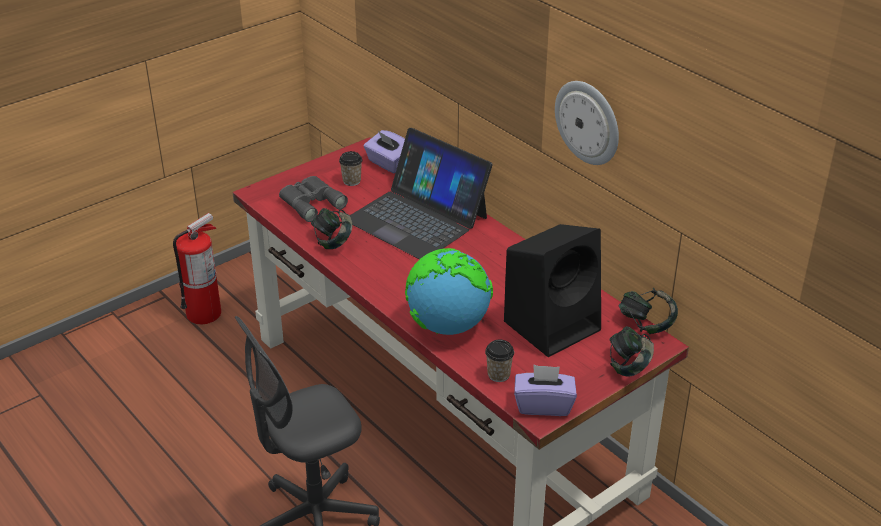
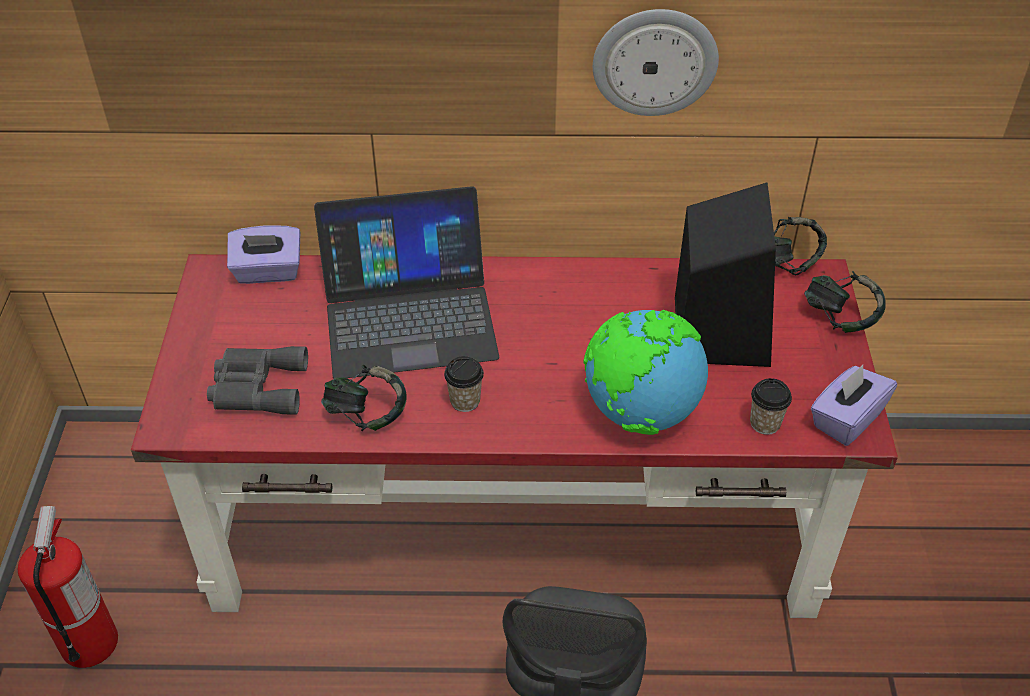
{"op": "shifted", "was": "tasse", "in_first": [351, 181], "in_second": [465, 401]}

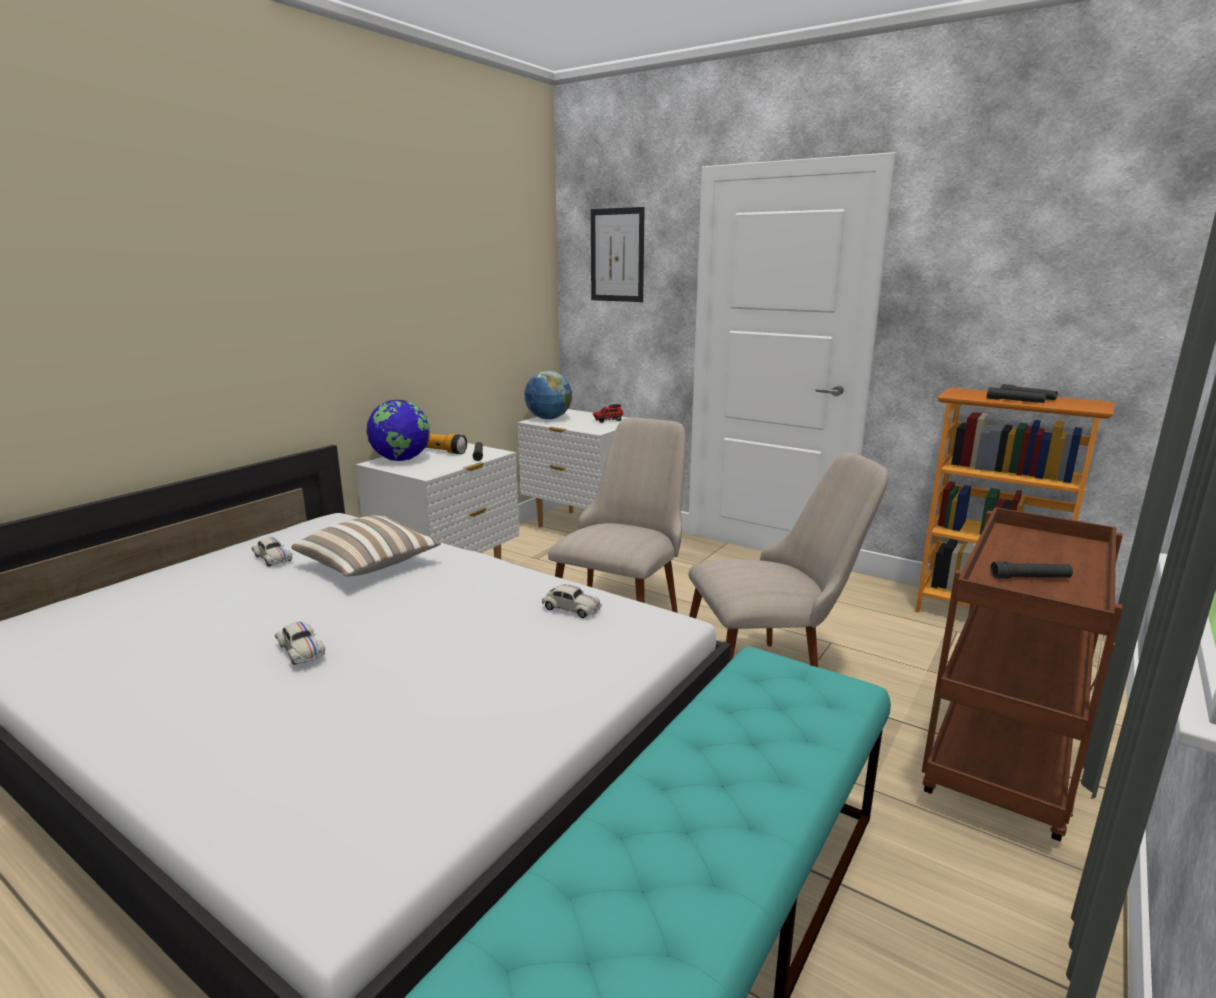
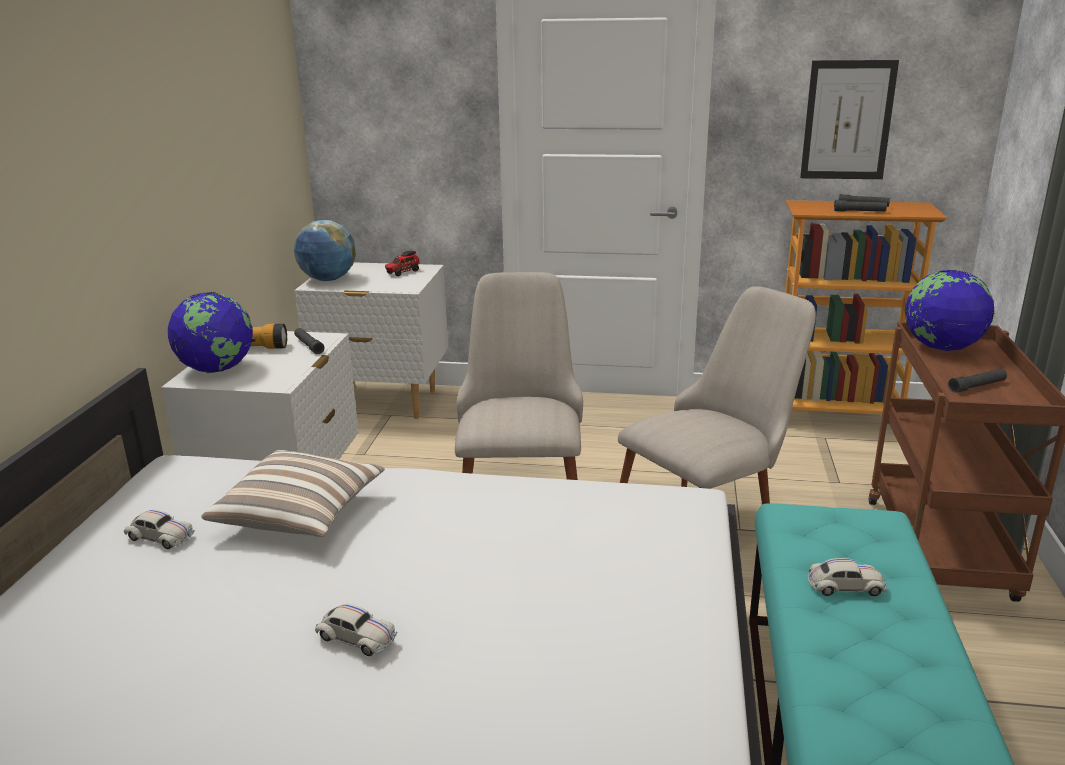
{"op": "shifted", "was": "tableau", "in_first": [617, 255], "in_second": [847, 120]}
{"op": "shifted", "was": "petite voiture/blanc", "in_first": [571, 608], "in_second": [845, 586]}
{"op": "new", "now": "globe", "in_second": [941, 348]}

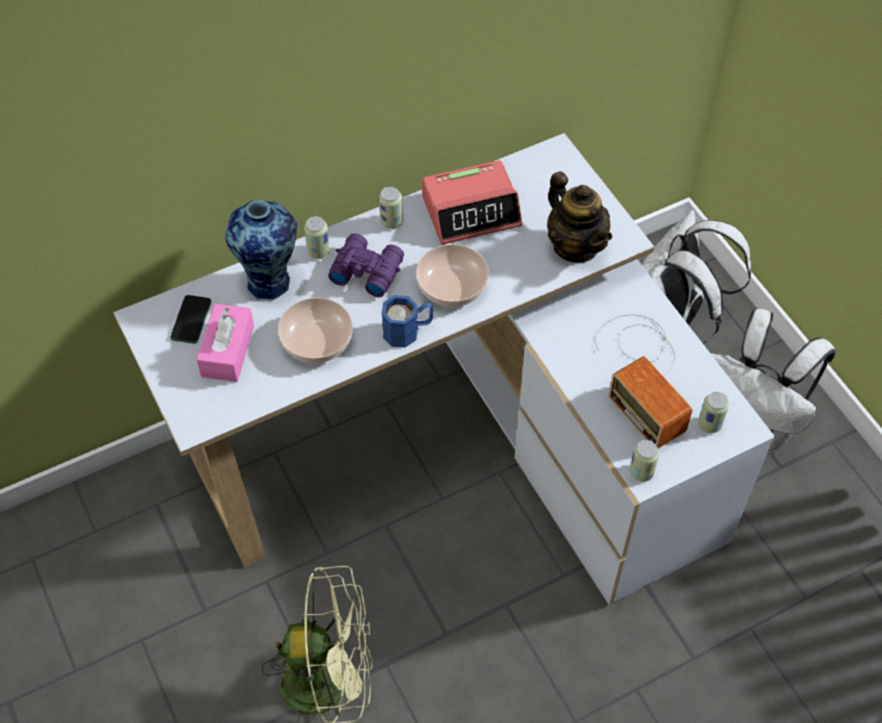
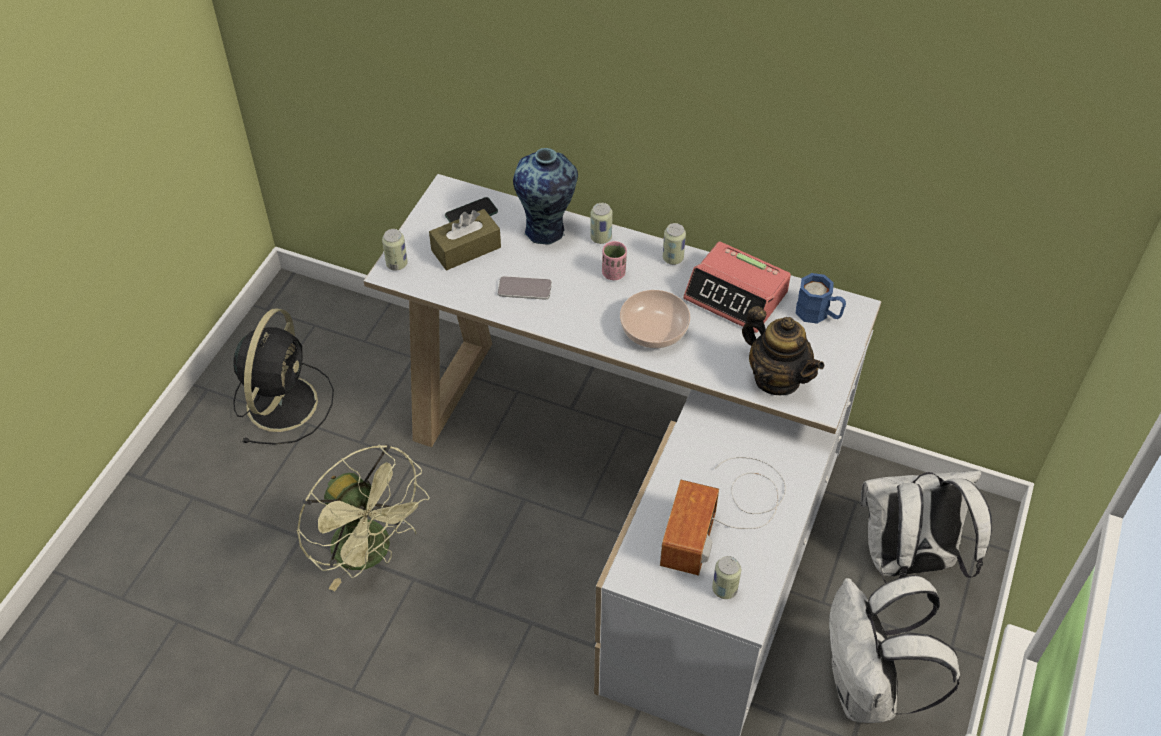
{"op": "new", "now": "ventilateur/noir", "in_second": [283, 401]}
{"op": "shifted", "was": "boîte métallique", "in_first": [641, 472], "in_second": [397, 264]}
{"op": "repainted", "was": "boîte à mouchoirs/rose", "now": "boîte à mouchoirs/marron", "in_first": [228, 351], "in_second": [466, 249]}
{"op": "swapped", "was": "bol", "now": "téléphone", "in_first": [318, 340], "in_second": [524, 289]}
{"op": "swapped", "was": "jumelles/violet", "now": "tasse/rose", "in_first": [366, 270], "in_second": [613, 273]}
{"op": "rotated", "was": "théière", "in_first": [575, 246], "in_second": [777, 378], "clockwise": -60}
{"op": "shifted", "was": "mug/bleu", "in_first": [408, 331], "in_second": [818, 314]}

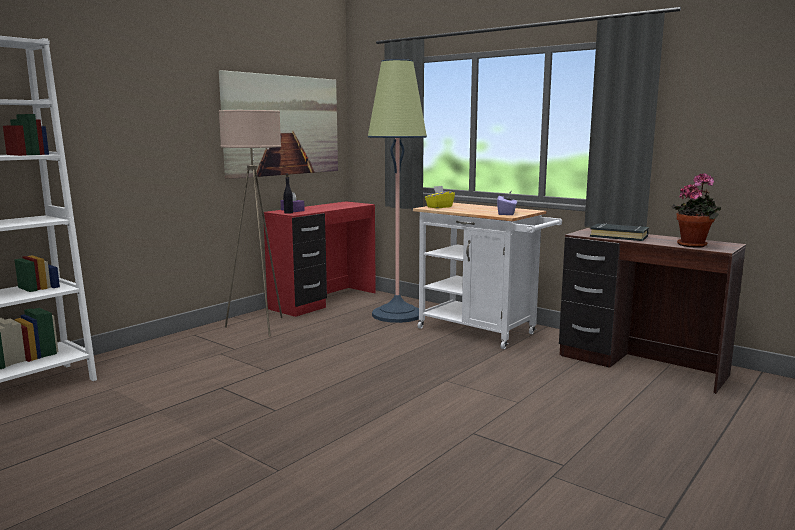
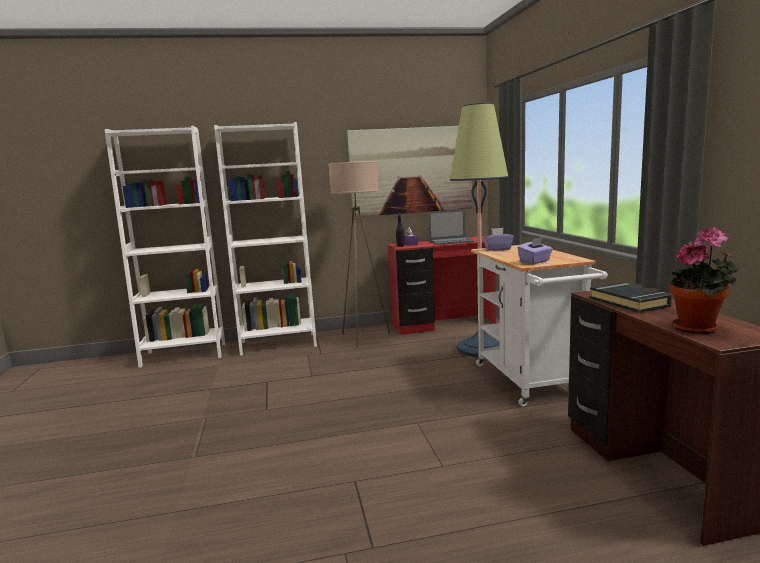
{"op": "new", "now": "bibliothèque/blanc", "in_second": [278, 343]}
{"op": "new", "now": "ordinateur portable", "in_second": [451, 241]}
{"op": "repainted", "was": "boîte à mouchoirs/jaune", "now": "boîte à mouchoirs/violet", "in_first": [439, 207], "in_second": [497, 249]}

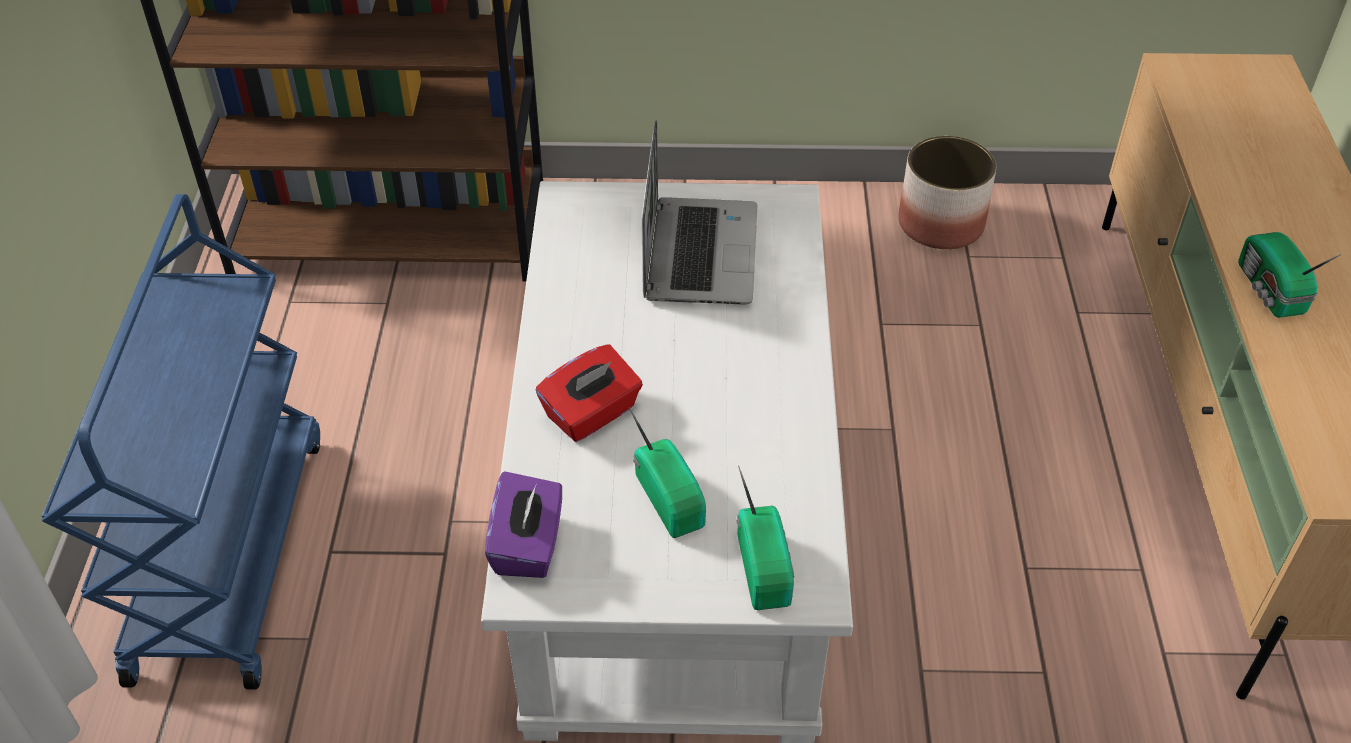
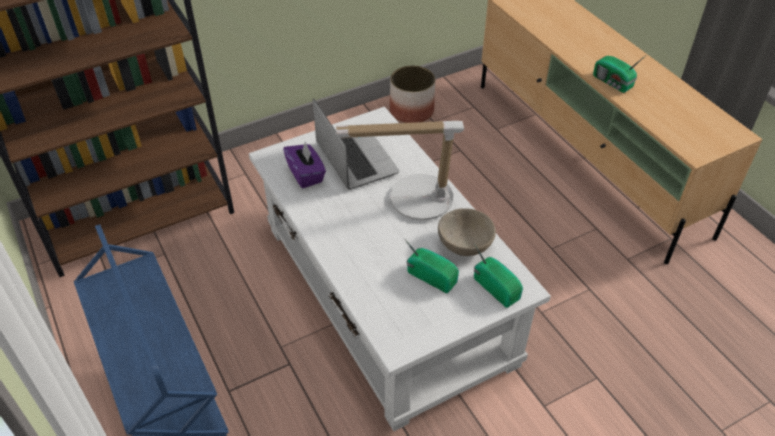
{"op": "shifted", "was": "boîte à mouchoirs/violet", "in_first": [528, 545], "in_second": [306, 174]}
{"op": "new", "now": "lampe de table", "in_second": [412, 199]}
{"op": "new", "now": "bol/beige", "in_second": [465, 244]}
{"op": "gone", "was": "boîte à mouchoirs/rouge", "in_first": [591, 414]}

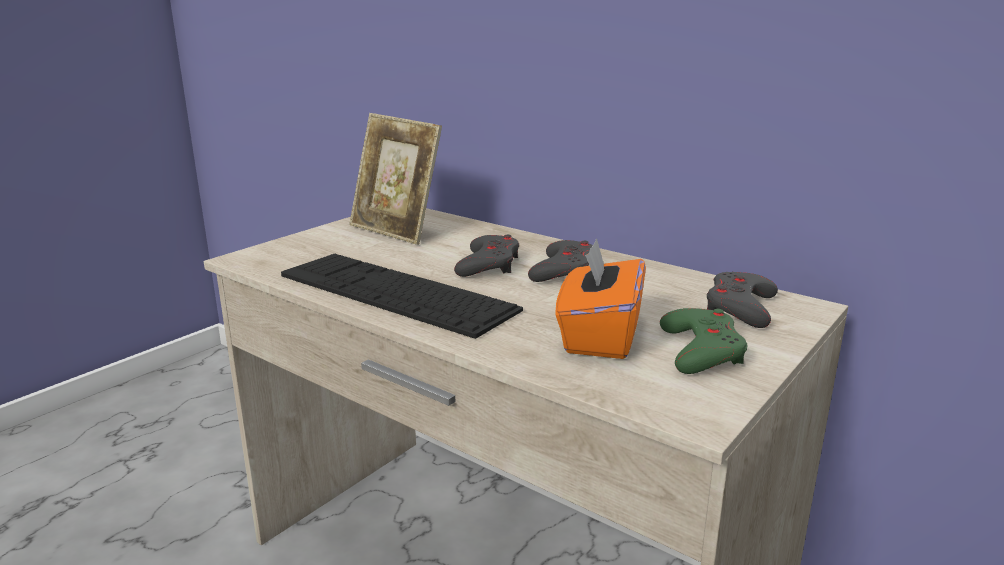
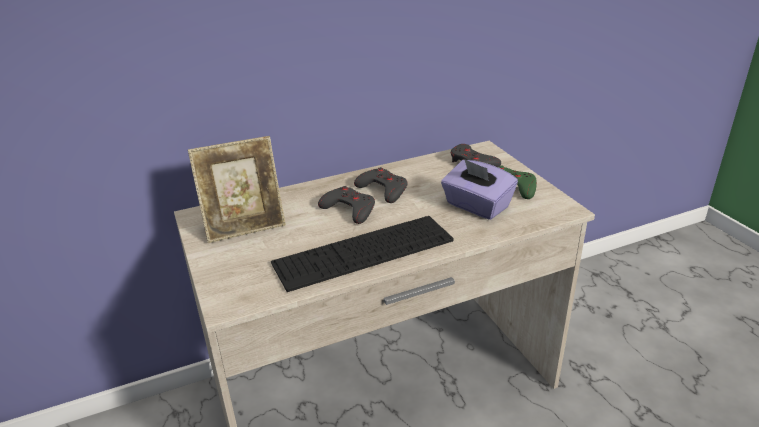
{"op": "repainted", "was": "boîte à mouchoirs/orange", "now": "boîte à mouchoirs/violet", "in_first": [599, 336], "in_second": [476, 206]}

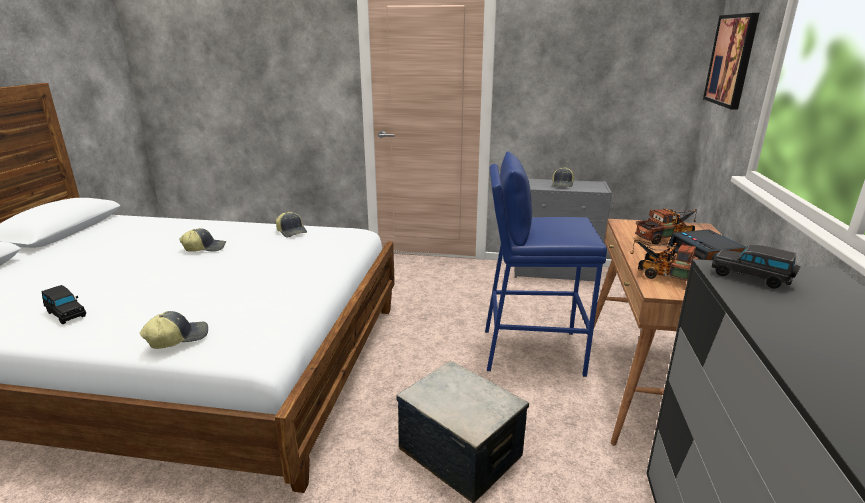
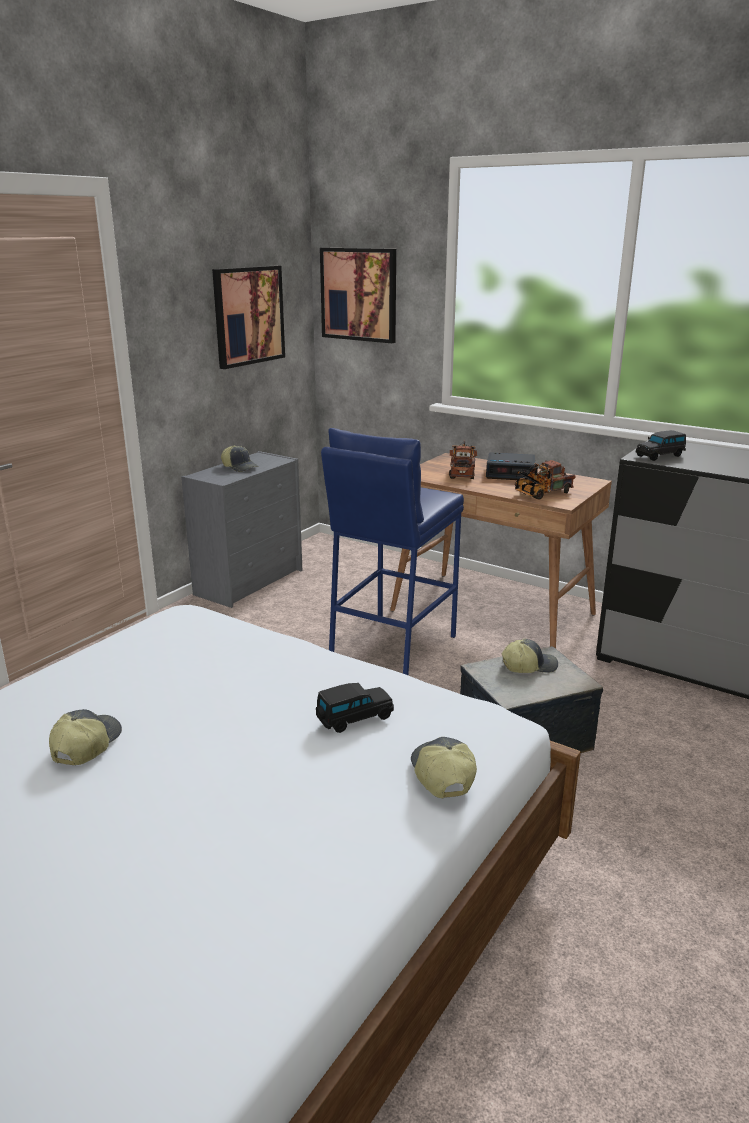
{"op": "new", "now": "tableau", "in_second": [248, 315]}
{"op": "shifted", "was": "petite voiture/noir", "in_first": [66, 314], "in_second": [353, 718]}
{"op": "shifted", "was": "casquette", "in_first": [292, 232], "in_second": [529, 666]}

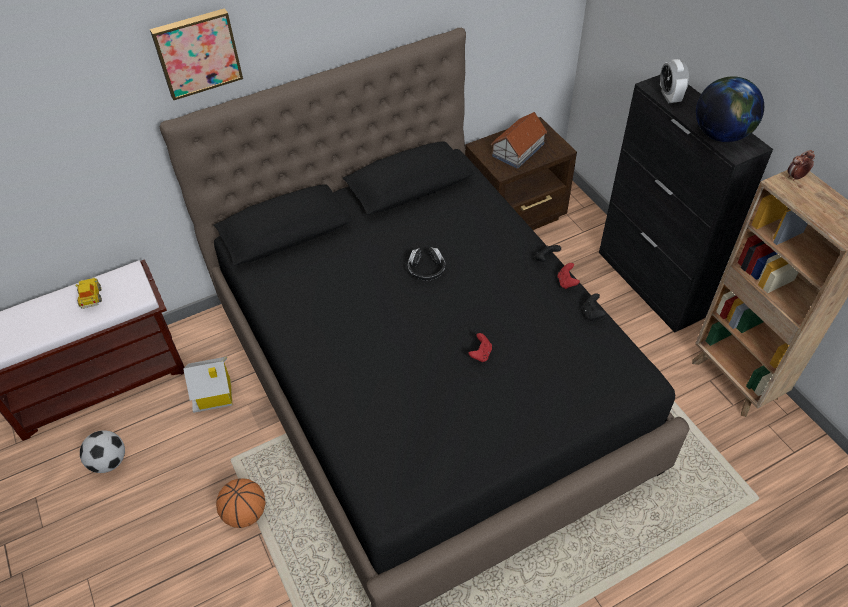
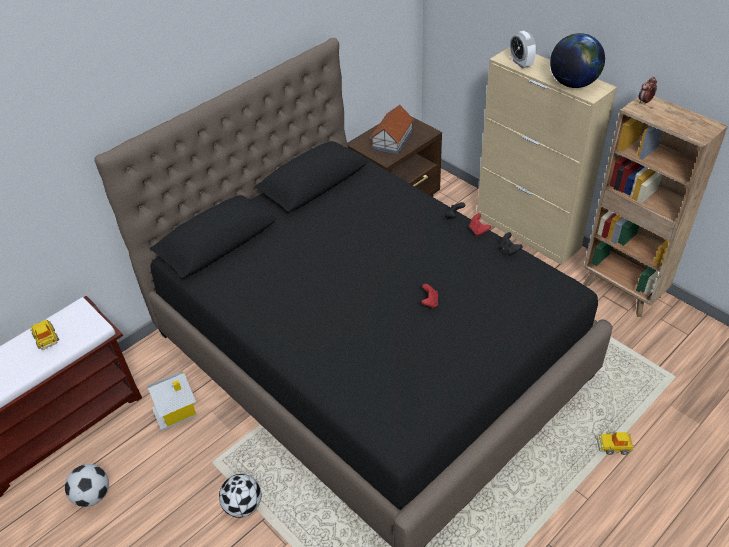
{"op": "swapped", "was": "ballon de basket", "now": "ballon de foot", "in_first": [245, 513], "in_second": [243, 505]}
{"op": "repainted", "was": "meuble de rangement/noir", "now": "meuble de rangement/beige", "in_first": [650, 284], "in_second": [527, 232]}
{"op": "new", "now": "petite voiture", "in_second": [614, 446]}
{"op": "gone", "was": "tableau", "in_first": [197, 53]}
{"op": "gone", "was": "casque audio", "in_first": [426, 270]}

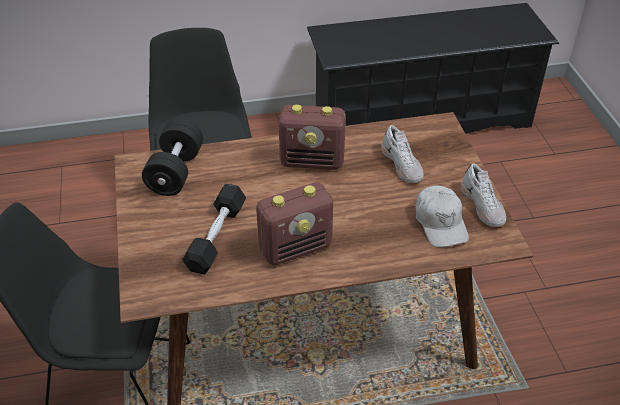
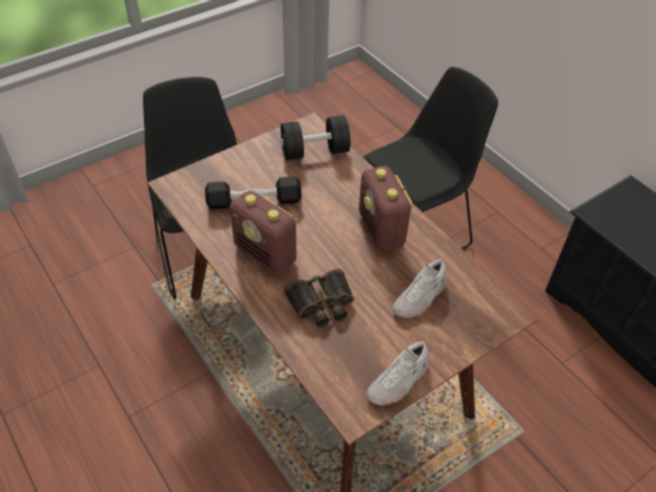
{"op": "new", "now": "jumelles", "in_second": [321, 303]}
{"op": "gone", "was": "casquette/blanc", "in_first": [440, 223]}

